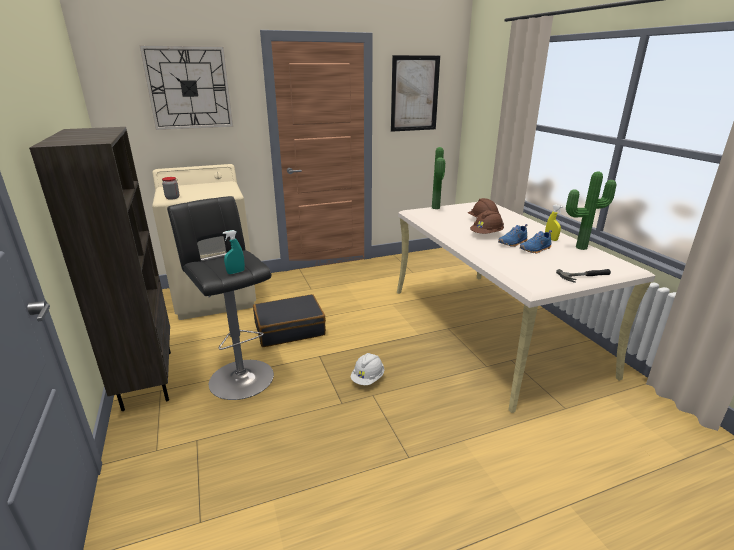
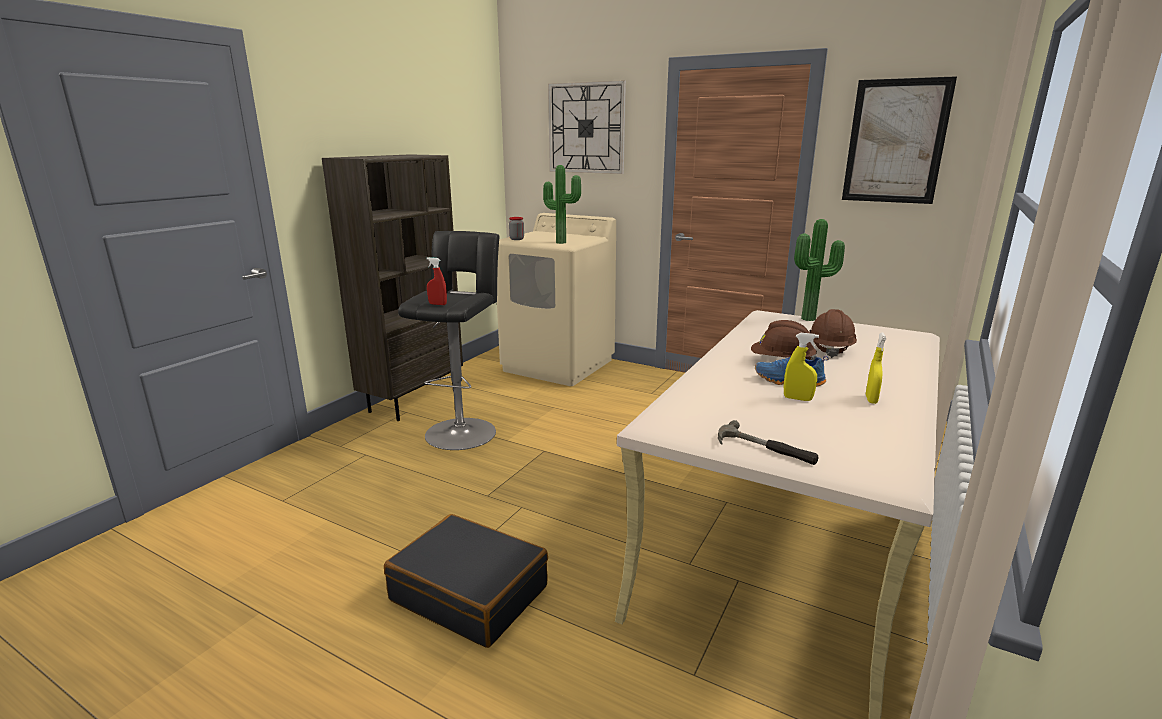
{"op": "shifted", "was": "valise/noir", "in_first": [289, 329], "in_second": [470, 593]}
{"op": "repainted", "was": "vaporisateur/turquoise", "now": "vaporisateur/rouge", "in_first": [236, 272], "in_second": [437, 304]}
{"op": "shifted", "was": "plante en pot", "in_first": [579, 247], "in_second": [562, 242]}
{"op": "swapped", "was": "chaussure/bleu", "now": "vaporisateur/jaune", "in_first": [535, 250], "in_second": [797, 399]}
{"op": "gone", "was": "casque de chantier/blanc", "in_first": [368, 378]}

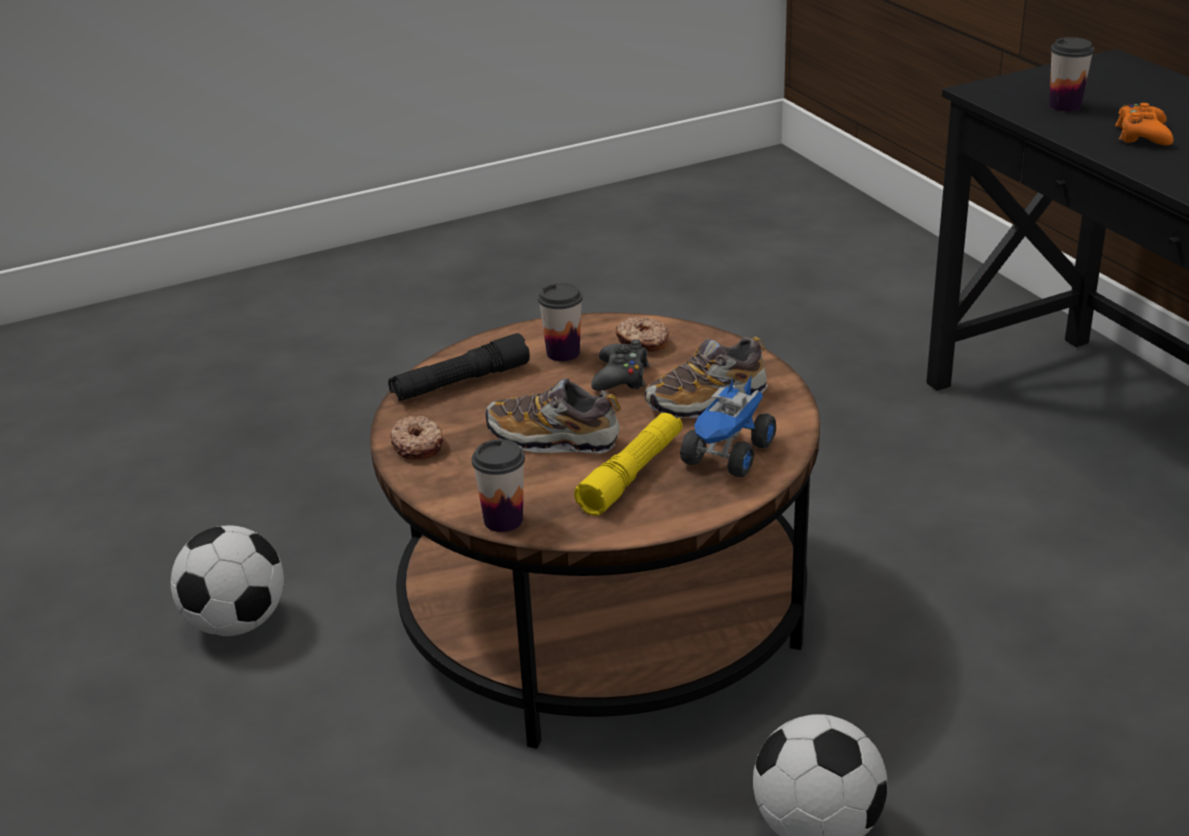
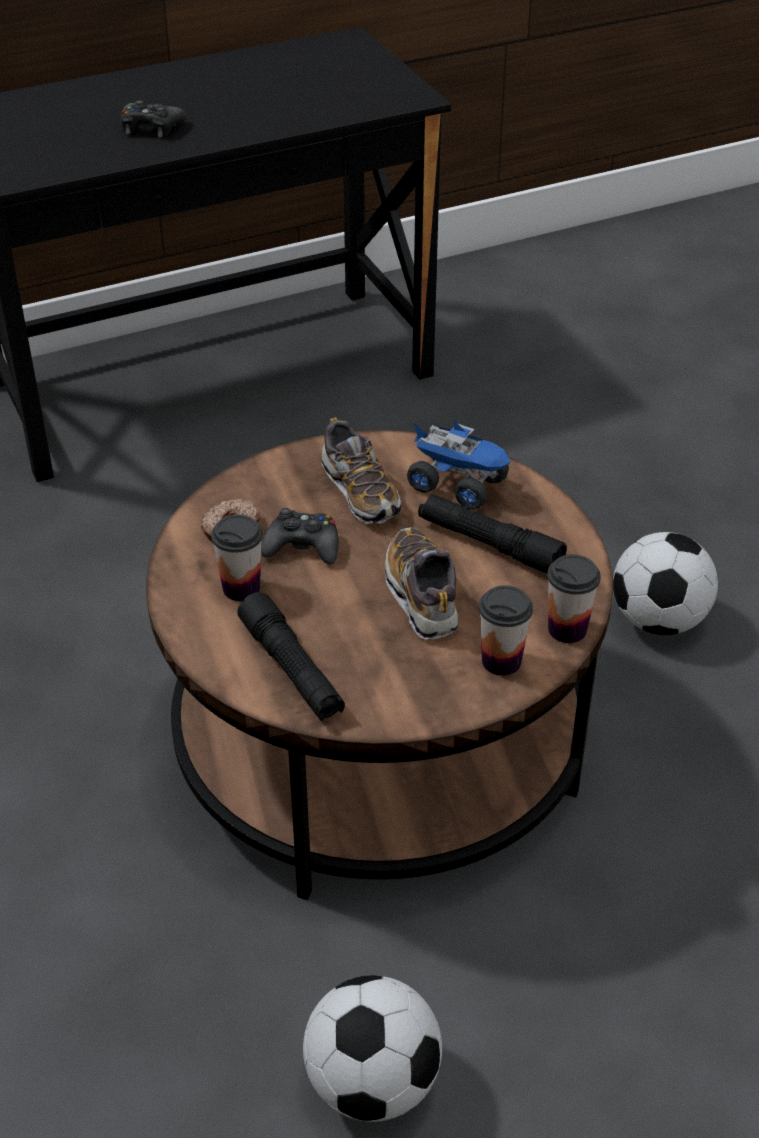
{"op": "repainted", "was": "manette/orange", "now": "manette/noir", "in_first": [1142, 135], "in_second": [151, 127]}
{"op": "rotated", "was": "chaussure", "in_first": [553, 439], "in_second": [421, 596], "clockwise": 150}
{"op": "repainted", "was": "lampe de poche/jaune", "now": "lampe de poche/noir", "in_first": [632, 474], "in_second": [489, 544]}
{"op": "shifted", "was": "tasse", "in_first": [1065, 106], "in_second": [501, 661]}
{"op": "gone", "was": "beignet", "in_first": [418, 445]}

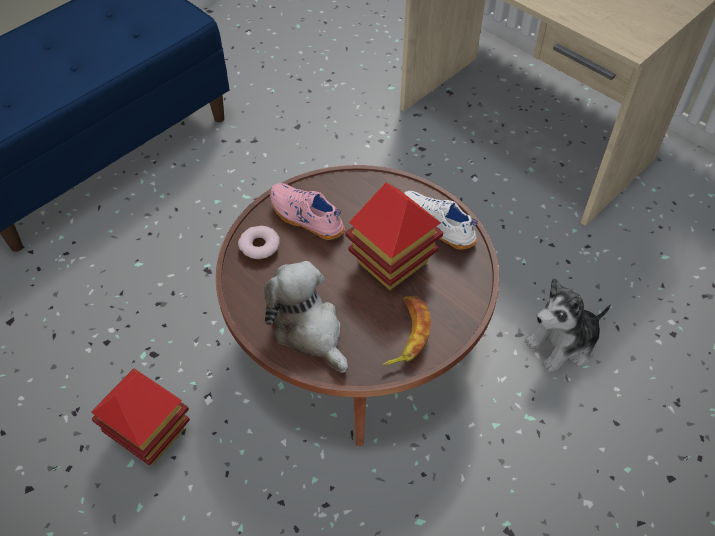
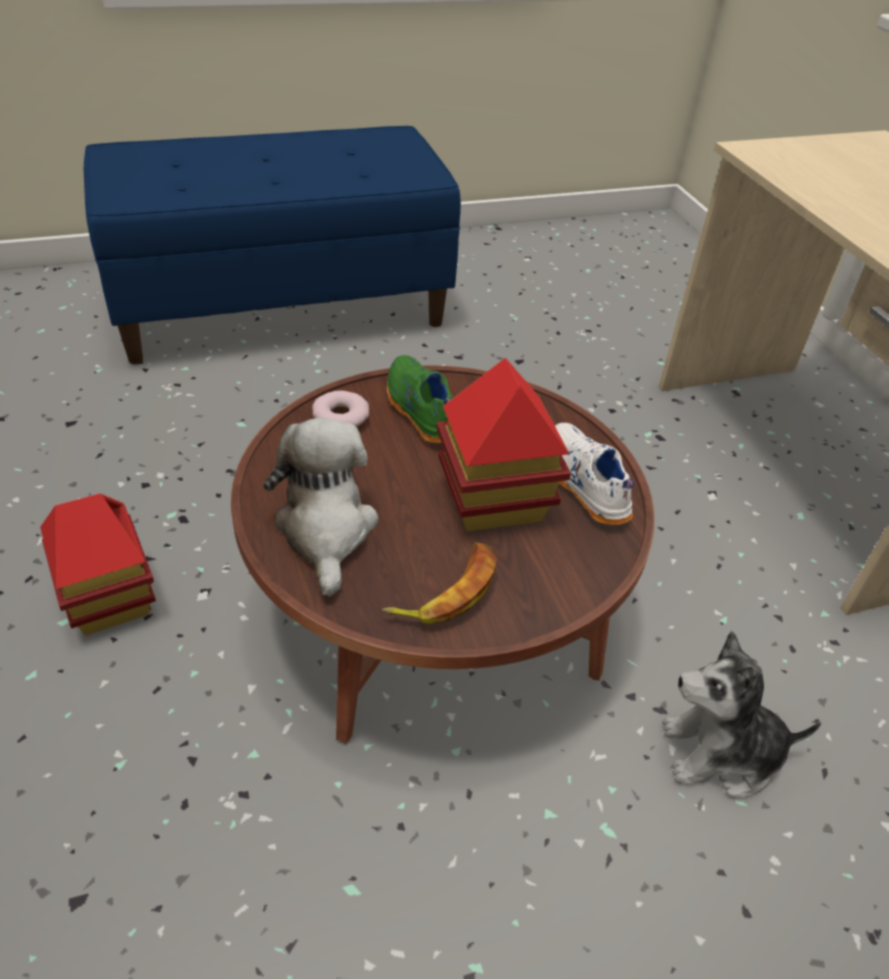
{"op": "repainted", "was": "chaussure/rose", "now": "chaussure/vert", "in_first": [305, 218], "in_second": [419, 411]}

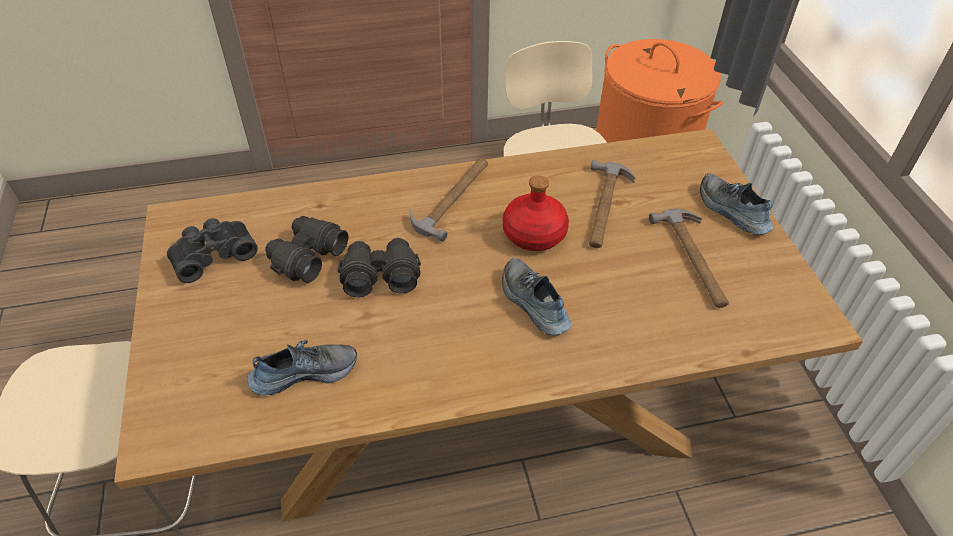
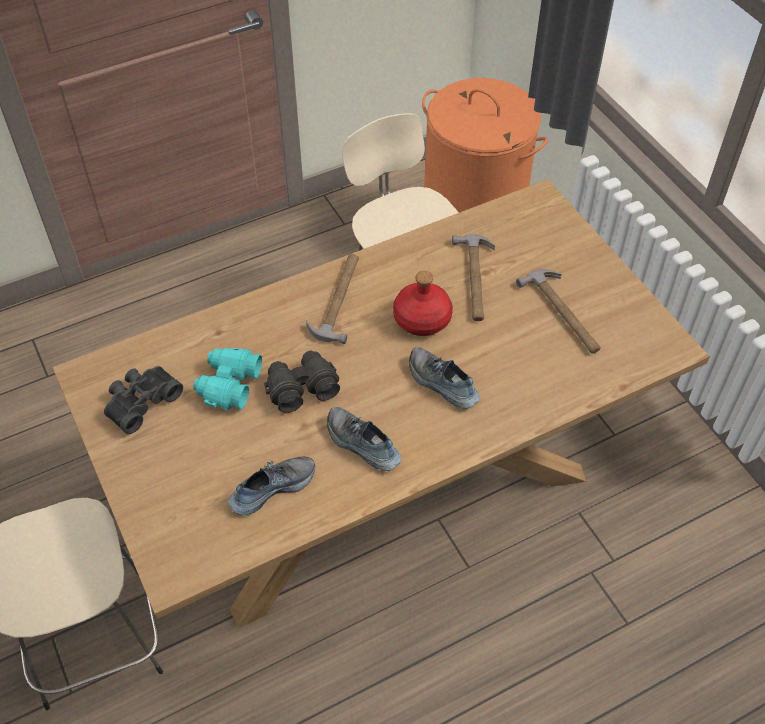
{"op": "repainted", "was": "jumelles/noir", "now": "jumelles/turquoise", "in_first": [307, 256], "in_second": [228, 384]}
{"op": "shifted", "was": "chaussure", "in_first": [731, 212], "in_second": [361, 445]}

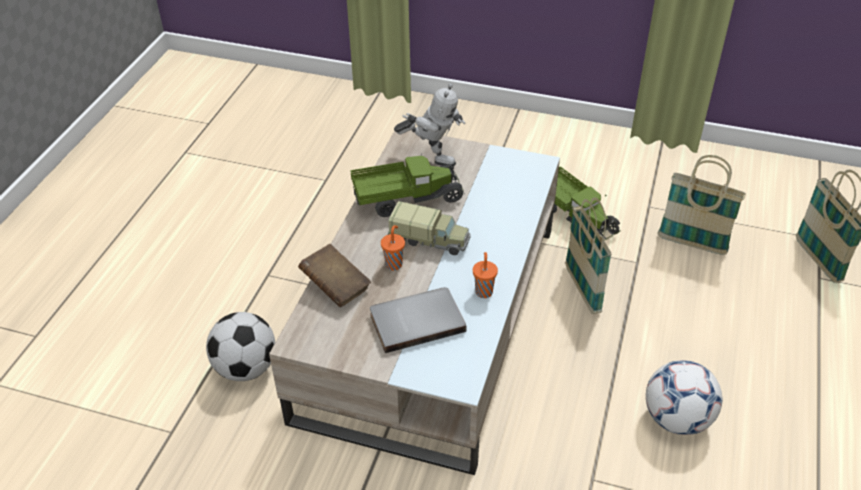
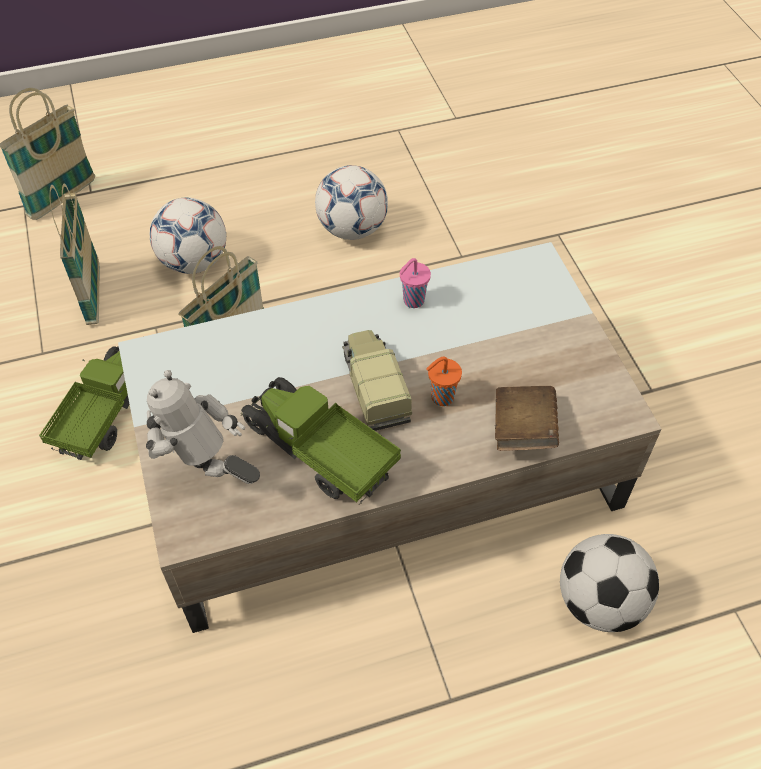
{"op": "rotated", "was": "robot jouet", "in_first": [431, 157], "in_second": [209, 476], "clockwise": -45}
{"op": "new", "now": "ballon de foot", "in_second": [194, 262]}
{"op": "repainted", "was": "tasse/orange", "now": "tasse/rose", "in_first": [484, 291], "in_second": [412, 301]}
{"op": "gone", "was": "livre/gris", "in_first": [416, 320]}

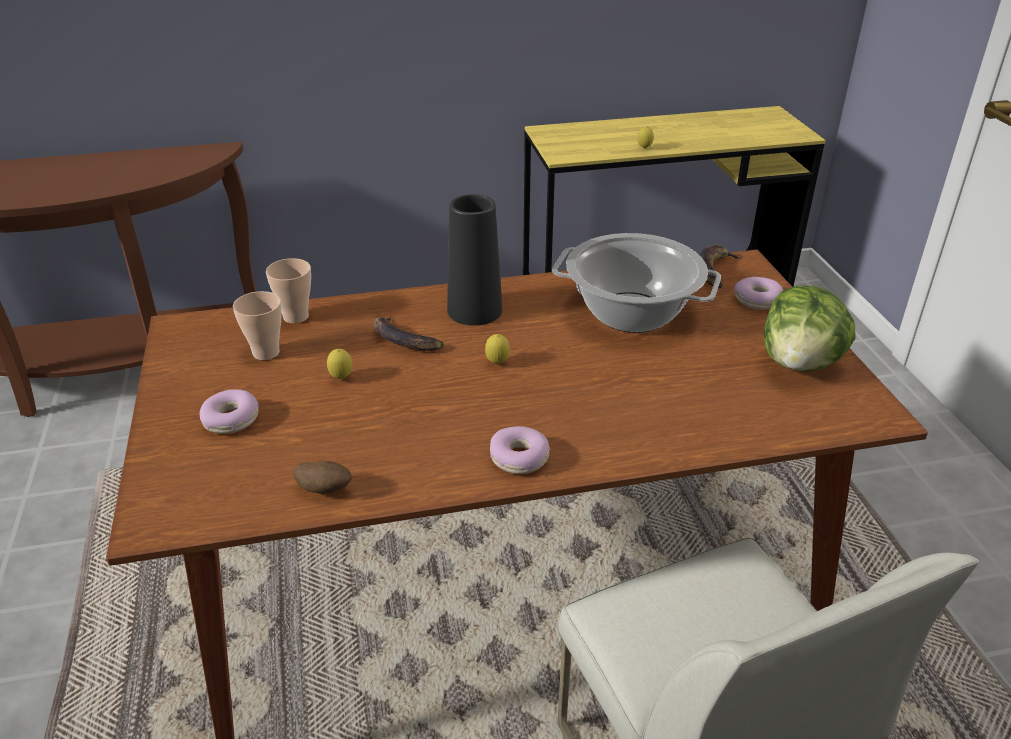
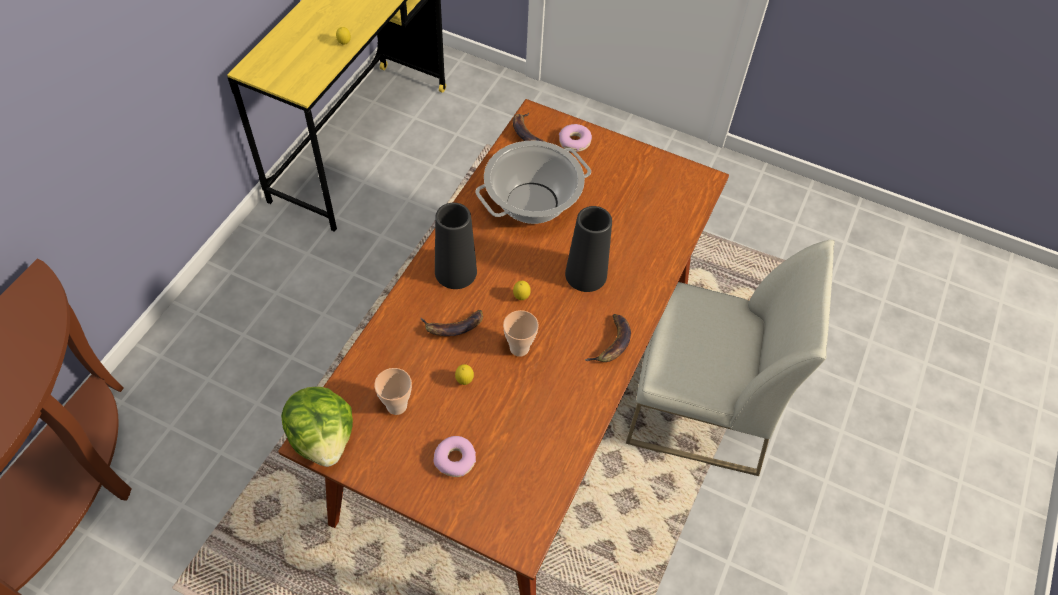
{"op": "shifted", "was": "laitue", "in_first": [800, 363], "in_second": [323, 438]}
{"op": "shifted", "was": "tasse", "in_first": [296, 317], "in_second": [519, 348]}
{"op": "new", "now": "vase/noir", "in_second": [586, 274]}
{"op": "swapped", "was": "beignet", "now": "banane", "in_first": [519, 458], "in_second": [612, 343]}
{"op": "gone", "was": "pomme de terre", "in_first": [325, 490]}

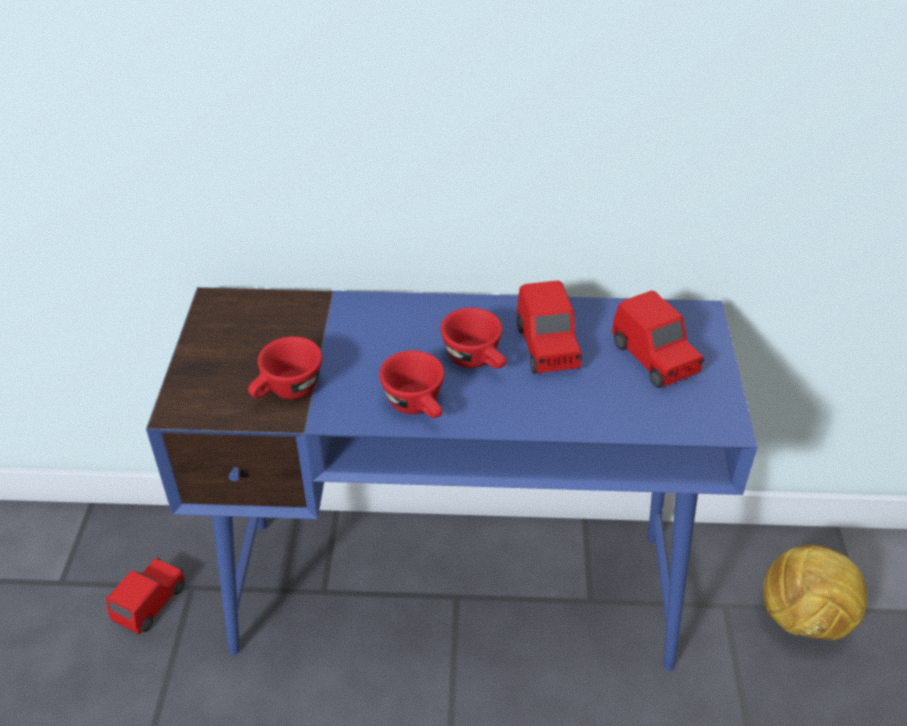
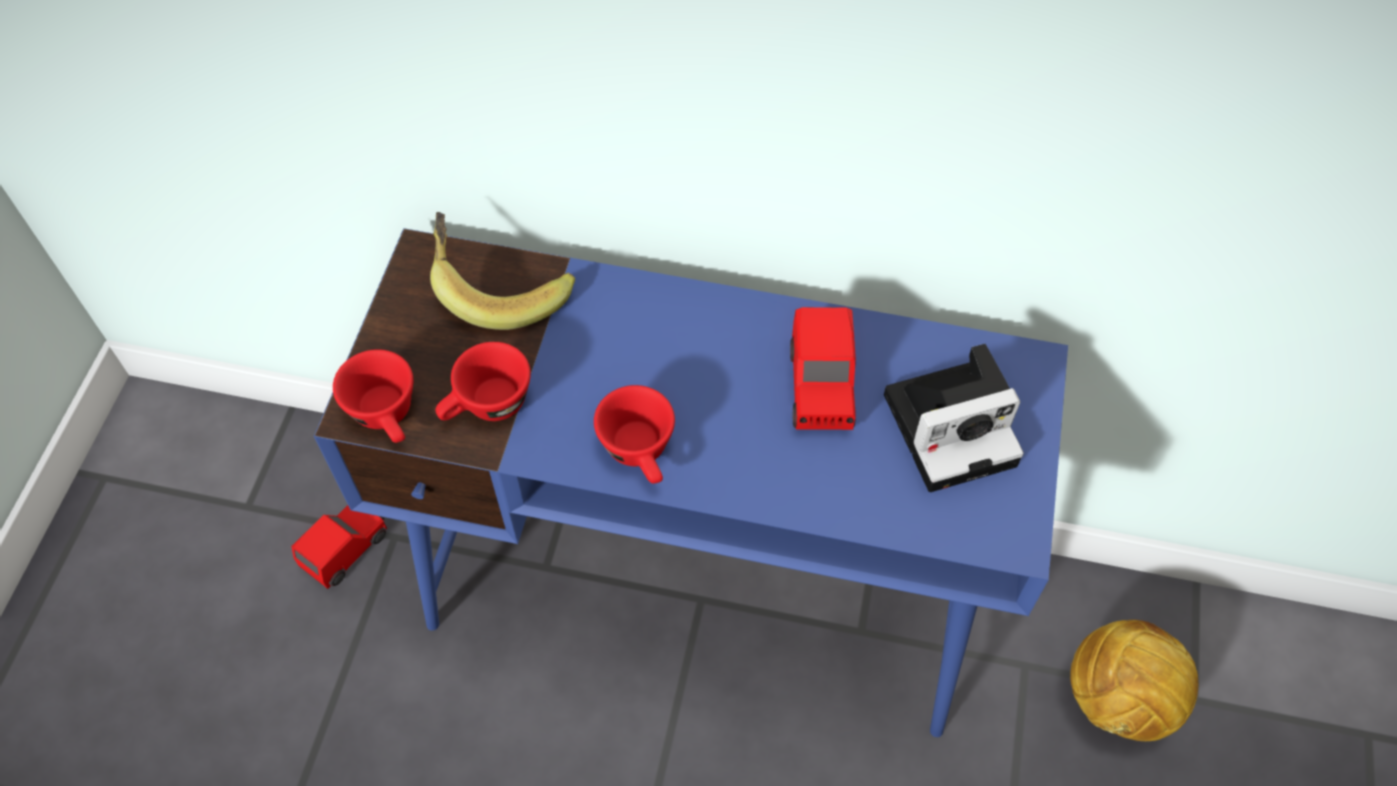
{"op": "shifted", "was": "tasse/rouge", "in_first": [477, 360], "in_second": [388, 416]}
{"op": "new", "now": "banane", "in_second": [500, 287]}
{"op": "swapped", "was": "petite voiture/rouge", "now": "appareil photo", "in_first": [654, 359], "in_second": [953, 426]}

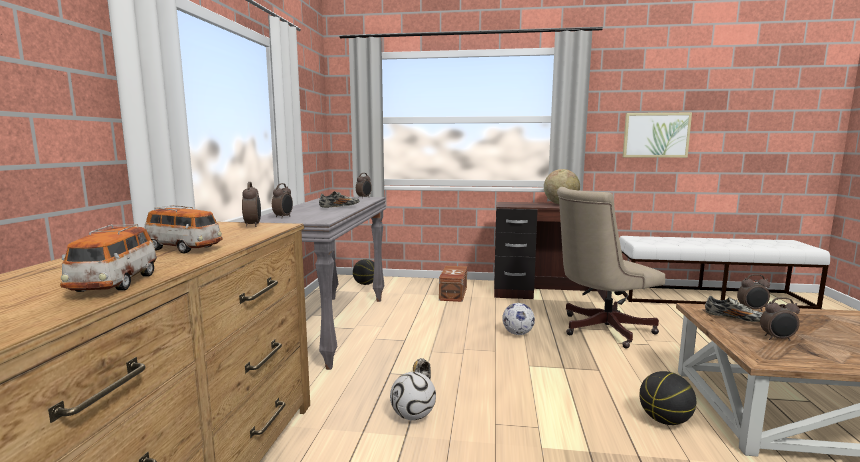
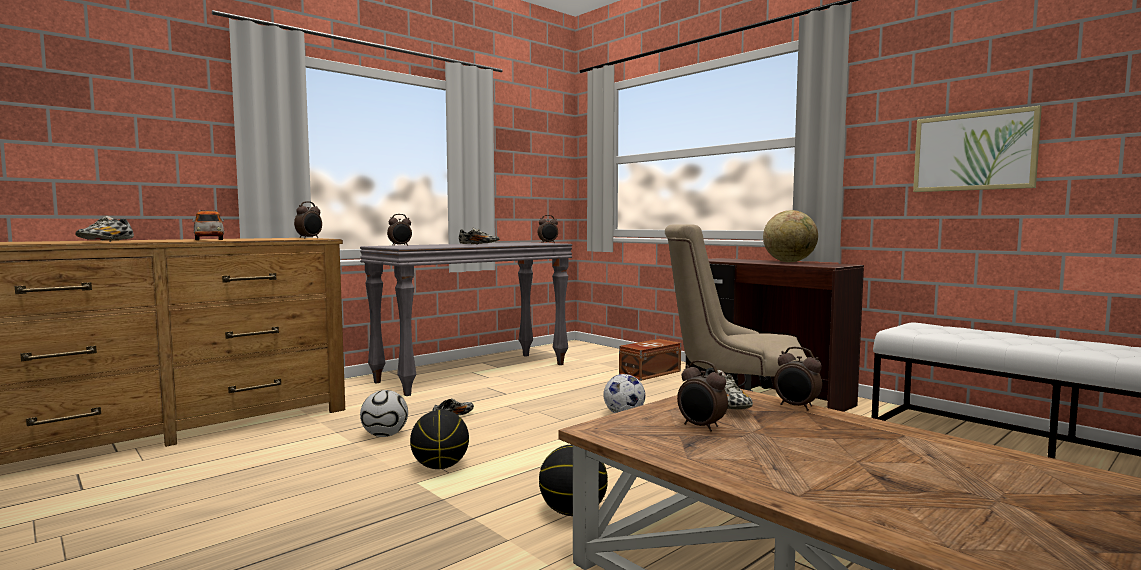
{"op": "swapped", "was": "petite voiture", "now": "chaussure", "in_first": [115, 284], "in_second": [106, 241]}
{"op": "shifted", "was": "ballon de basket", "in_first": [366, 284], "in_second": [440, 466]}

